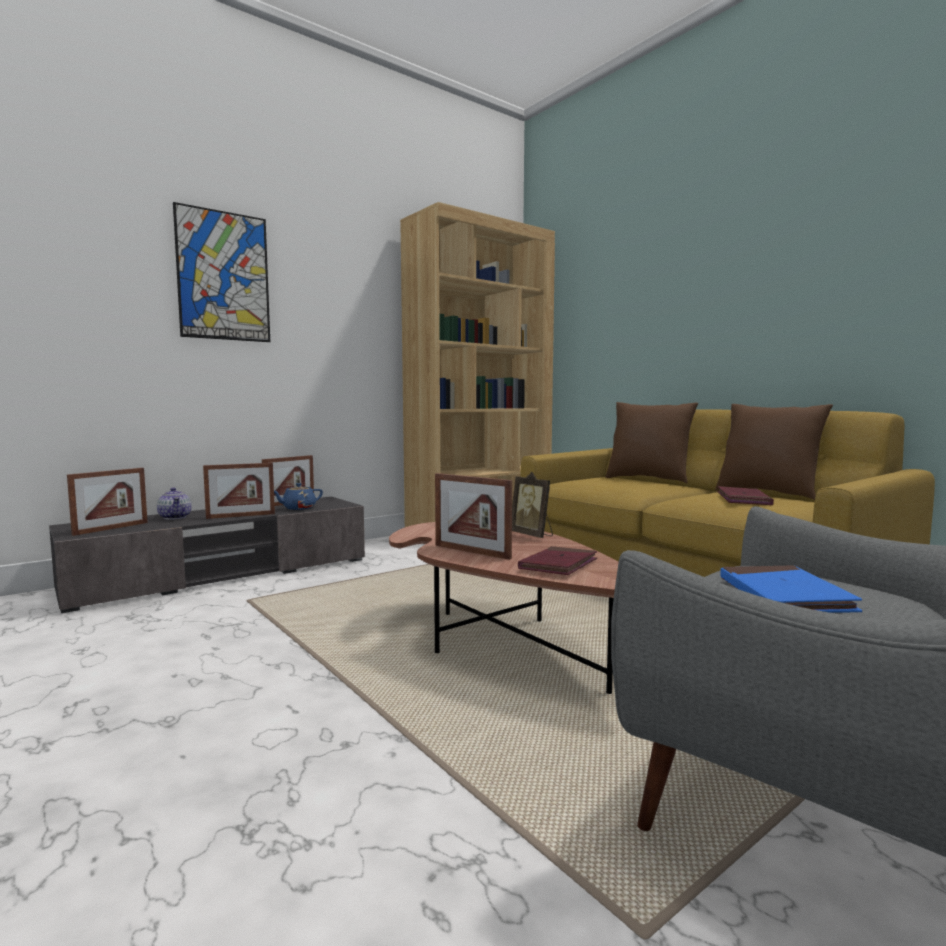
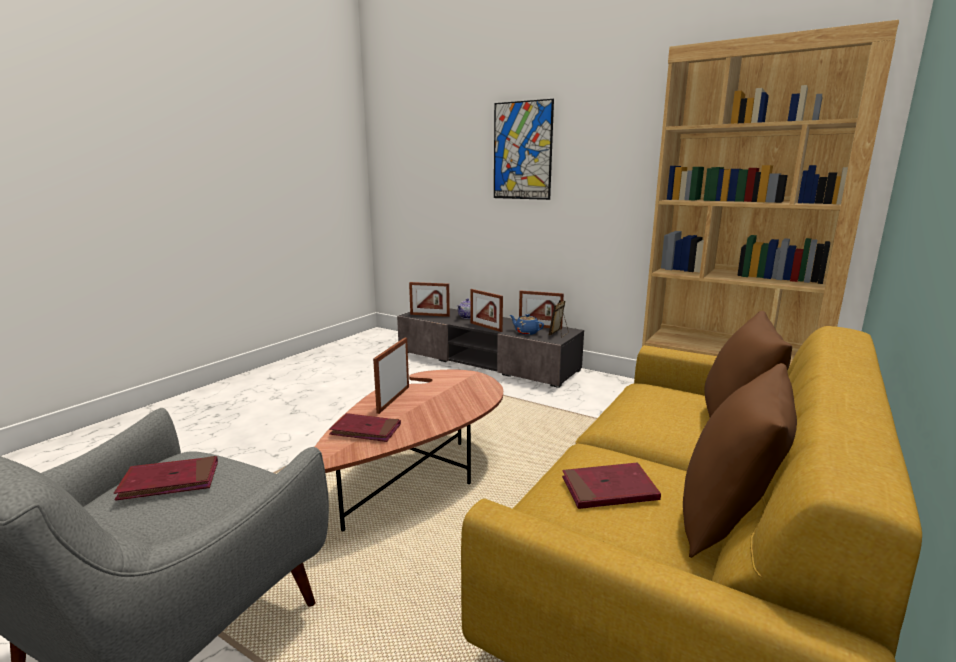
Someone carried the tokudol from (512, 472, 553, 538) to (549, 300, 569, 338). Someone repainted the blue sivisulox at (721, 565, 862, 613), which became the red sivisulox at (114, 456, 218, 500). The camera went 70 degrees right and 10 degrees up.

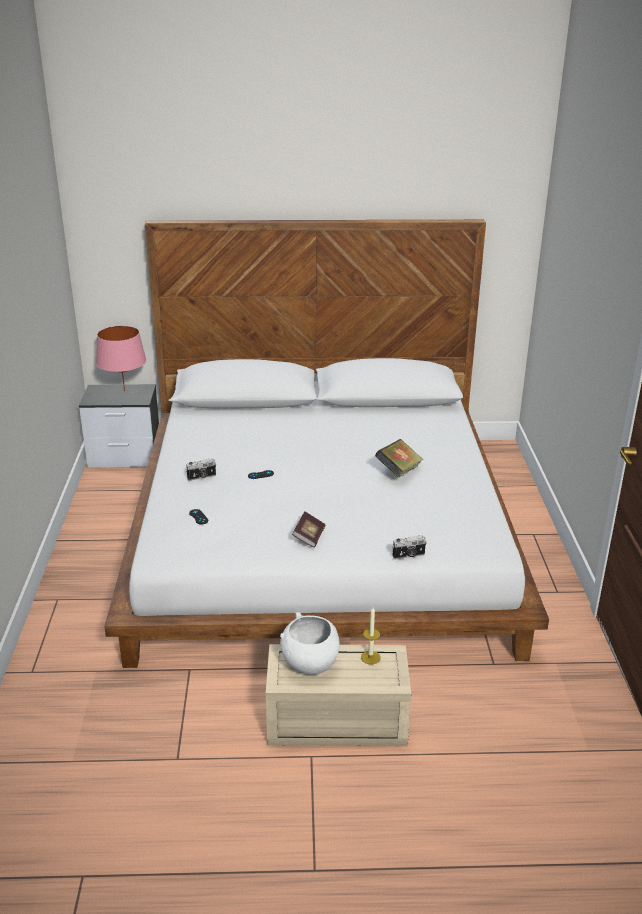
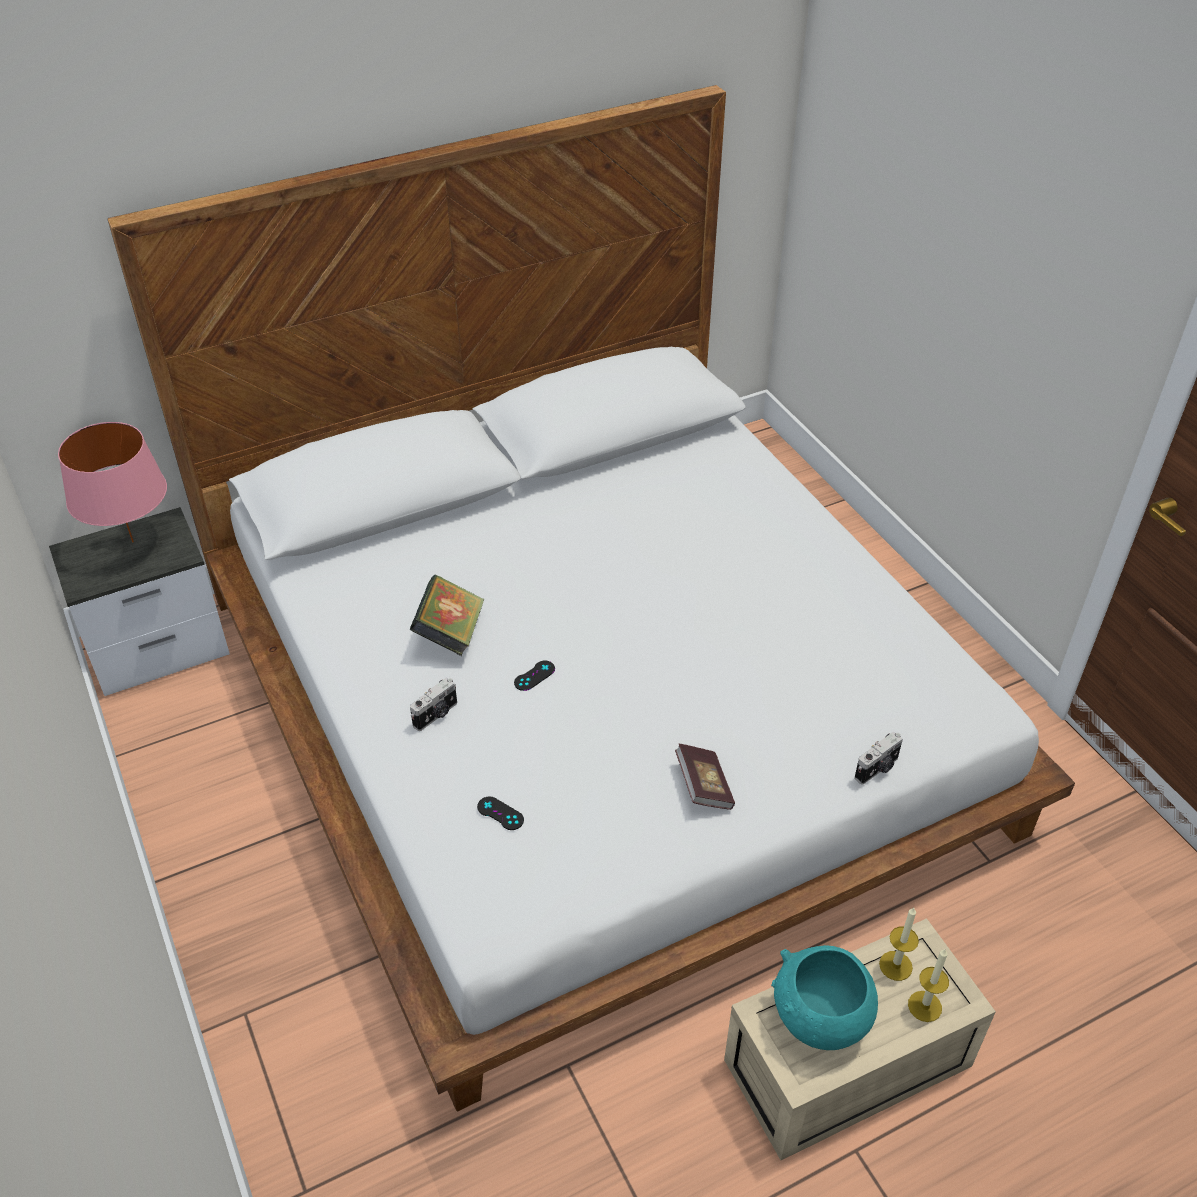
Someone repainted the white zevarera at (280, 612, 340, 675), which became the turquoise zevarera at (771, 945, 878, 1050). Someone carried the sivisulox from (375, 439, 423, 478) to (410, 575, 484, 656). Someone put down the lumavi at (908, 949, 949, 1022). The camera went 25 degrees left and 15 degrees up.

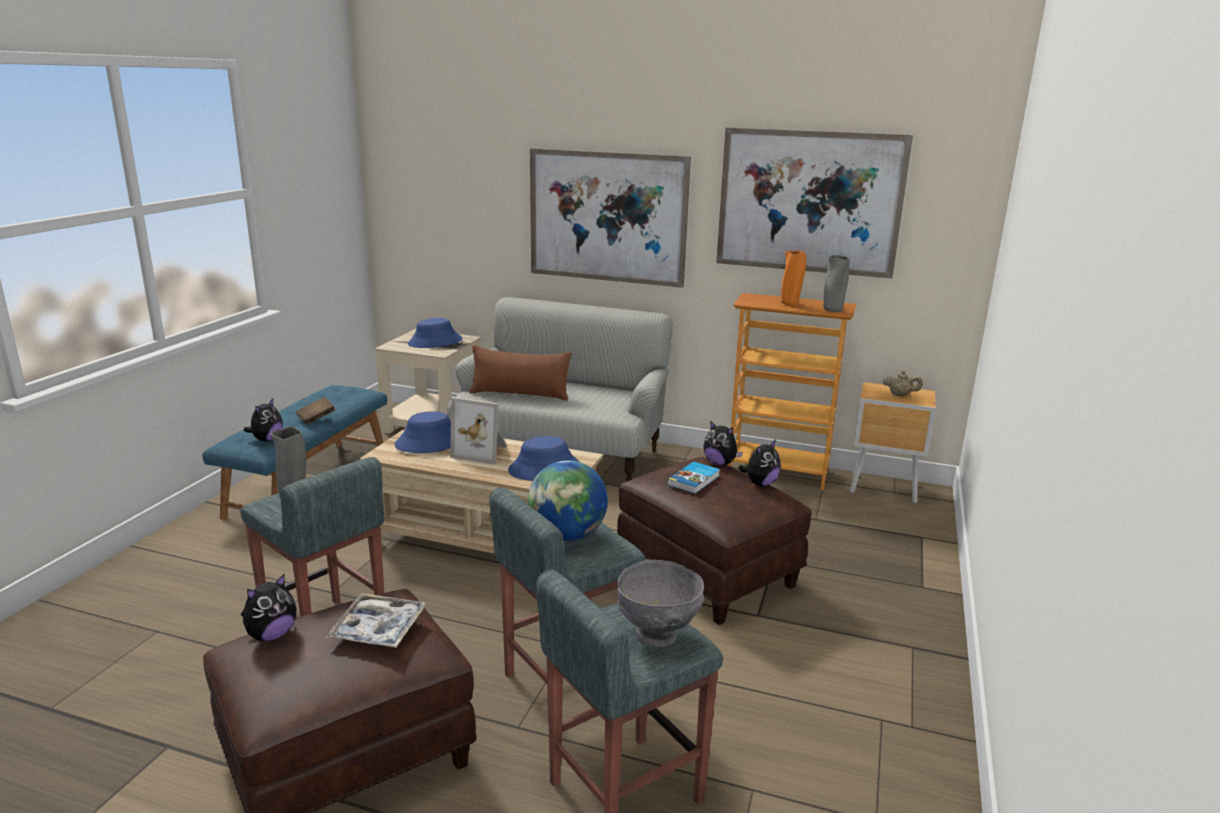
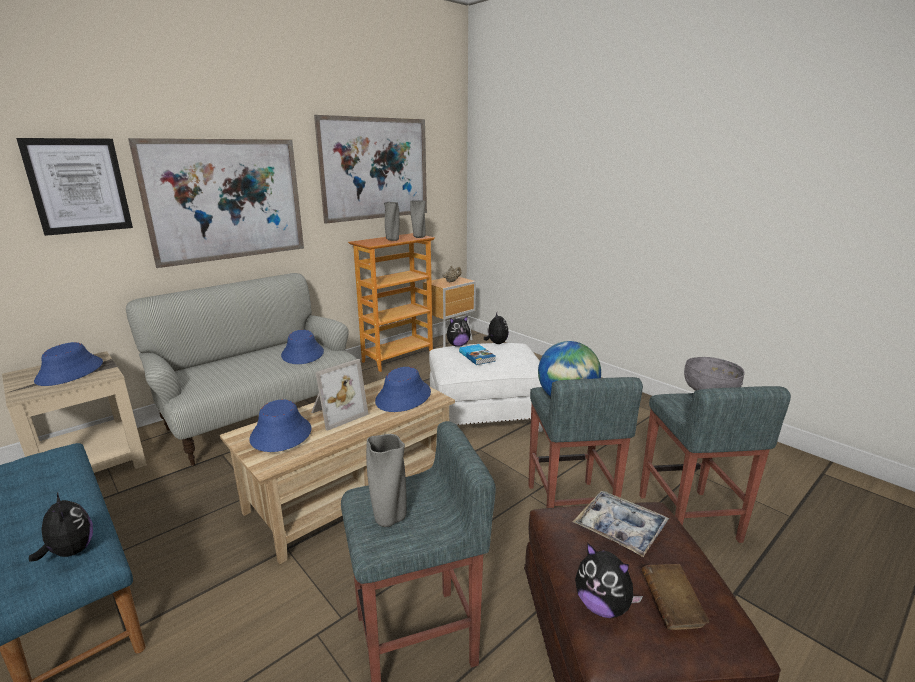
Someone rotated the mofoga at (241, 574, 297, 641) by 150 degrees clockwise. Someone carried the brown sivisulox from (296, 397, 335, 425) to (641, 564, 709, 630). Someone took away the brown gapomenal at (469, 345, 572, 401). Someone repainted the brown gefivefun at (617, 457, 811, 625), which became the white gefivefun at (429, 343, 543, 432). Someone repainted the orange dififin at (781, 251, 806, 307), which became the grey dififin at (384, 202, 400, 241). Someone put up the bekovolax at (16, 138, 133, 236). Someone put down the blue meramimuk at (281, 330, 324, 364). The camera went 60 degrees left and 0 degrees up.

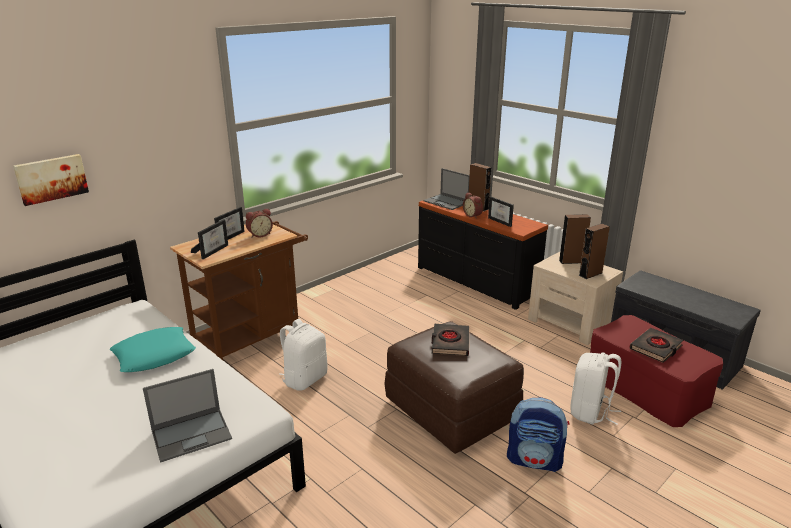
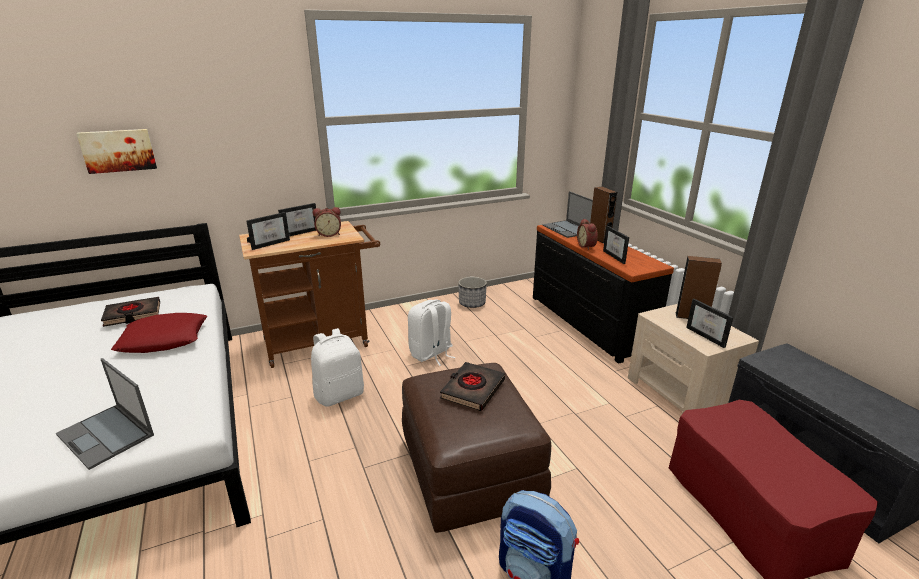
Someone repainted the turquoise gapomenal at (110, 327, 196, 372), which became the red gapomenal at (111, 313, 207, 353). Someone rotated the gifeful at (143, 369, 232, 463) by 45 degrees clockwise. Someone carried the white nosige from (571, 352, 621, 425) to (408, 299, 456, 366). Someone swapped the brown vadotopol at (579, 224, 610, 279) for the tokudol at (686, 299, 733, 348). Someone carried the black sivisulox from (629, 328, 683, 363) to (101, 297, 160, 327). Someone put down the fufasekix at (458, 277, 487, 308). The camera went 20 degrees right and 0 degrees up.

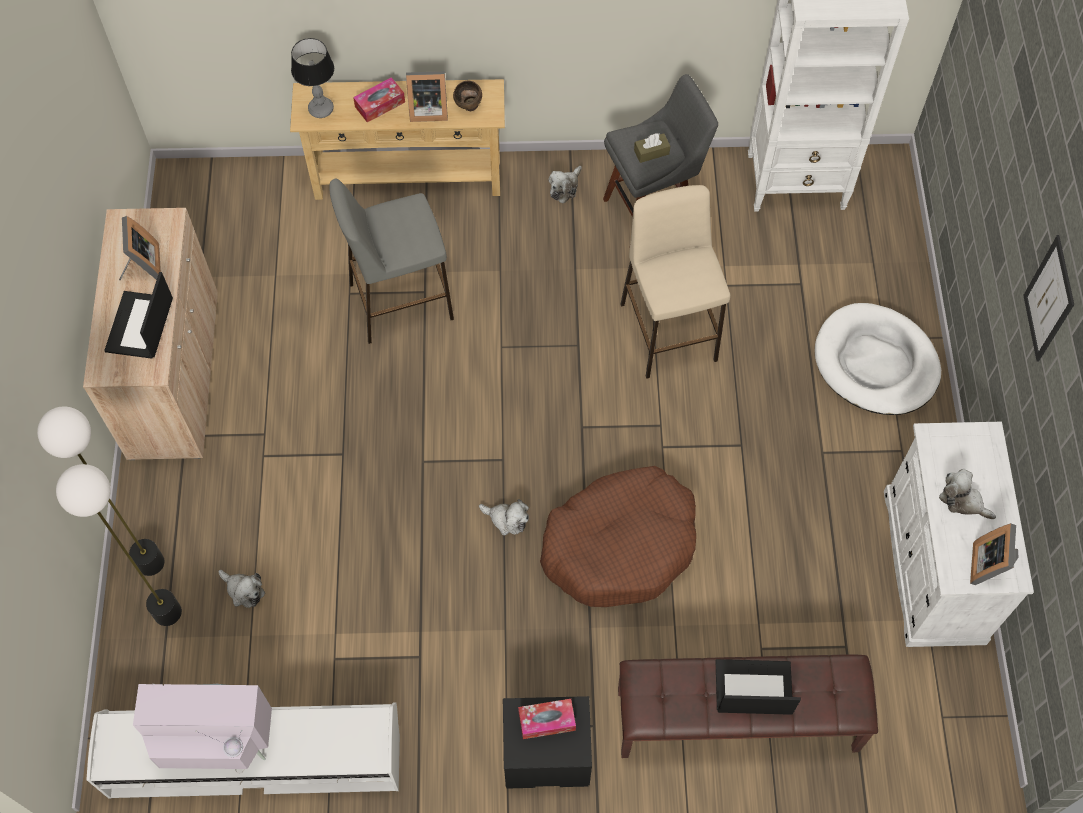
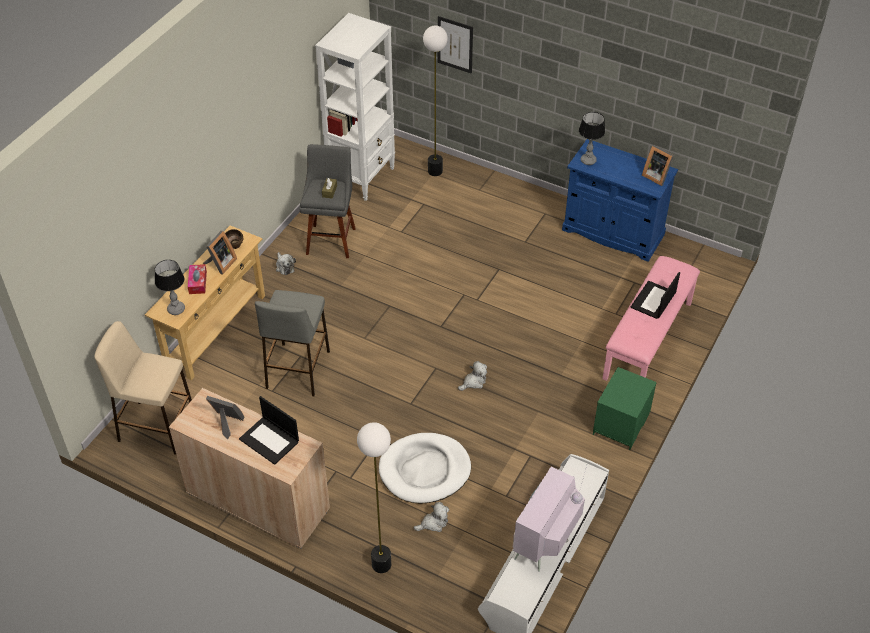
Someone carried the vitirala from (56, 464, 182, 626) to (423, 25, 448, 176). Someone repainted the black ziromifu at (503, 696, 592, 789), which became the green ziromifu at (593, 367, 657, 450). Someone took away the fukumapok at (518, 699, 576, 739). Someone took away the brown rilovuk at (540, 466, 696, 607). Someone repainted the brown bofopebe at (618, 654, 878, 758), which became the pink bofopebe at (602, 256, 700, 381). Someone carried the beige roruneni from (620, 185, 730, 379) to (94, 321, 192, 455). Someone carried the white rilovuk from (815, 303, 941, 415) to (379, 433, 471, 503). Someone repainted the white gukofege at (884, 422, 1034, 647), which became the blue gukofege at (562, 139, 678, 262). Someone took away the mofoga at (939, 469, 996, 519). Someone carried the bekovolax from (1023, 235, 1074, 362) to (438, 16, 473, 74). Someone put down the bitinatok at (579, 112, 605, 165). The camera went 60 degrees left and 15 degrees down.

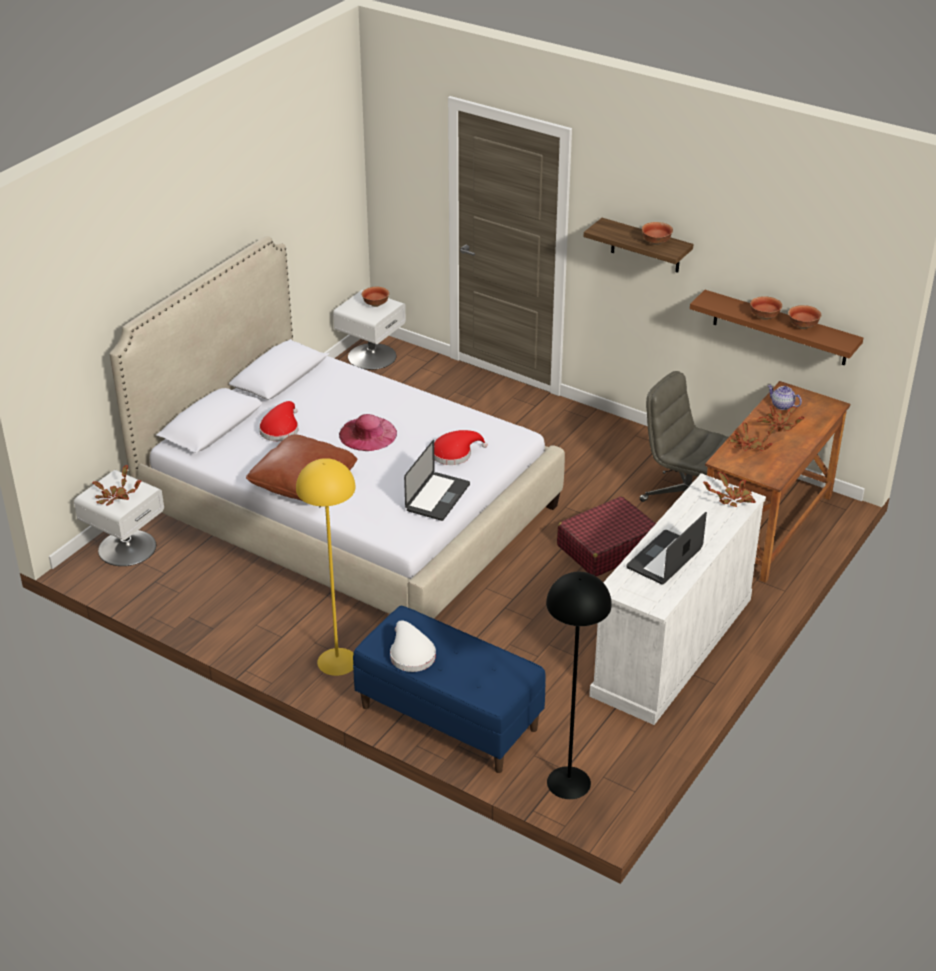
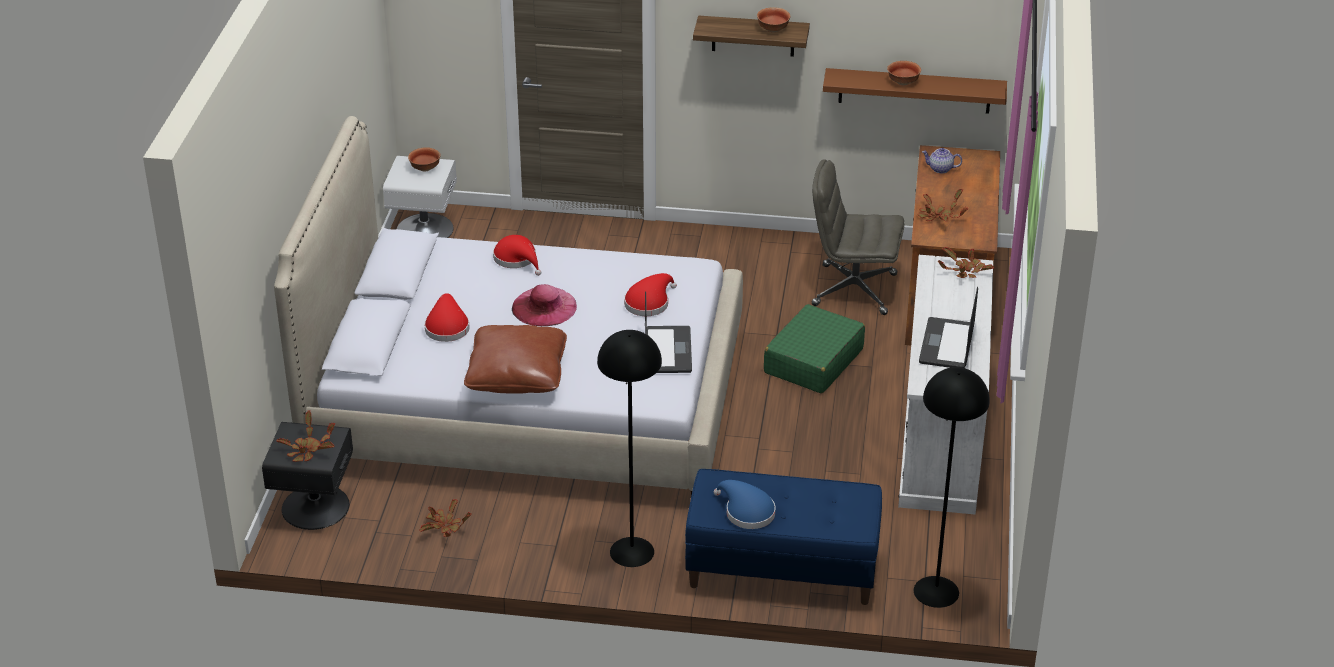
Someone repainted the white ziromifu at (74, 470, 164, 566), which became the black ziromifu at (262, 422, 353, 530). Someone repainted the yellow vitirala at (296, 458, 356, 676), which became the black vitirala at (597, 330, 662, 567). Someone repainted the white meramimuk at (390, 620, 436, 672), which became the blue meramimuk at (714, 480, 775, 529). Someone repainted the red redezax at (557, 496, 656, 577), which became the green redezax at (764, 304, 865, 393). Someone carried the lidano from (757, 405, 805, 432) to (419, 499, 472, 537). Someone took away the zevarera at (788, 305, 821, 329). Someone put down the red meramimuk at (493, 235, 541, 276). The camera went 25 degrees left and 0 degrees up.

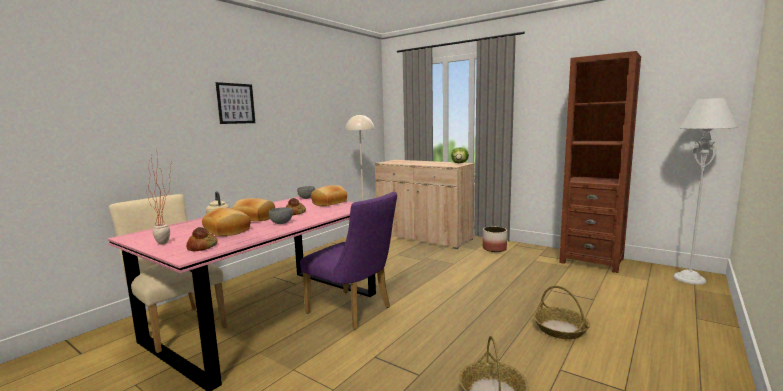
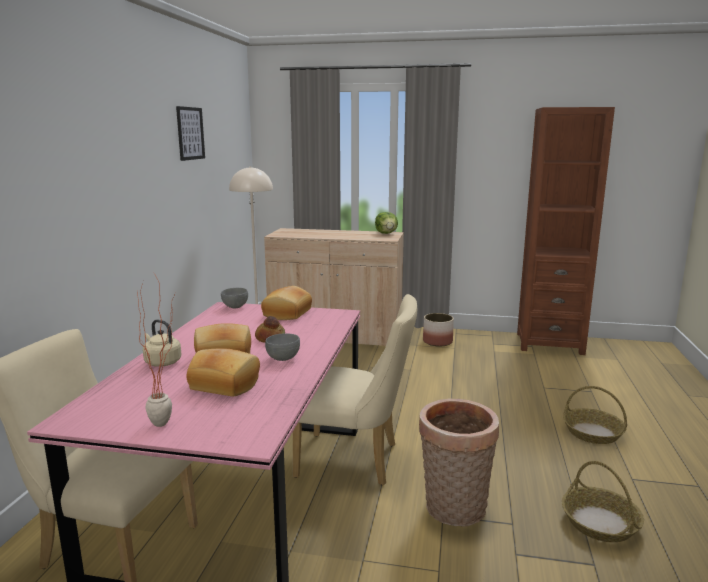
Someone took away the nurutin at (186, 227, 218, 251). Someone carried the bekovolax from (216, 82, 255, 124) to (176, 106, 205, 161). Someone repainted the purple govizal at (300, 192, 397, 330), which became the beige govizal at (293, 294, 417, 486). Someone took away the grey vitirala at (673, 98, 738, 285). Someone put down the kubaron at (419, 399, 499, 527). The camera went 25 degrees left and 5 degrees up.

